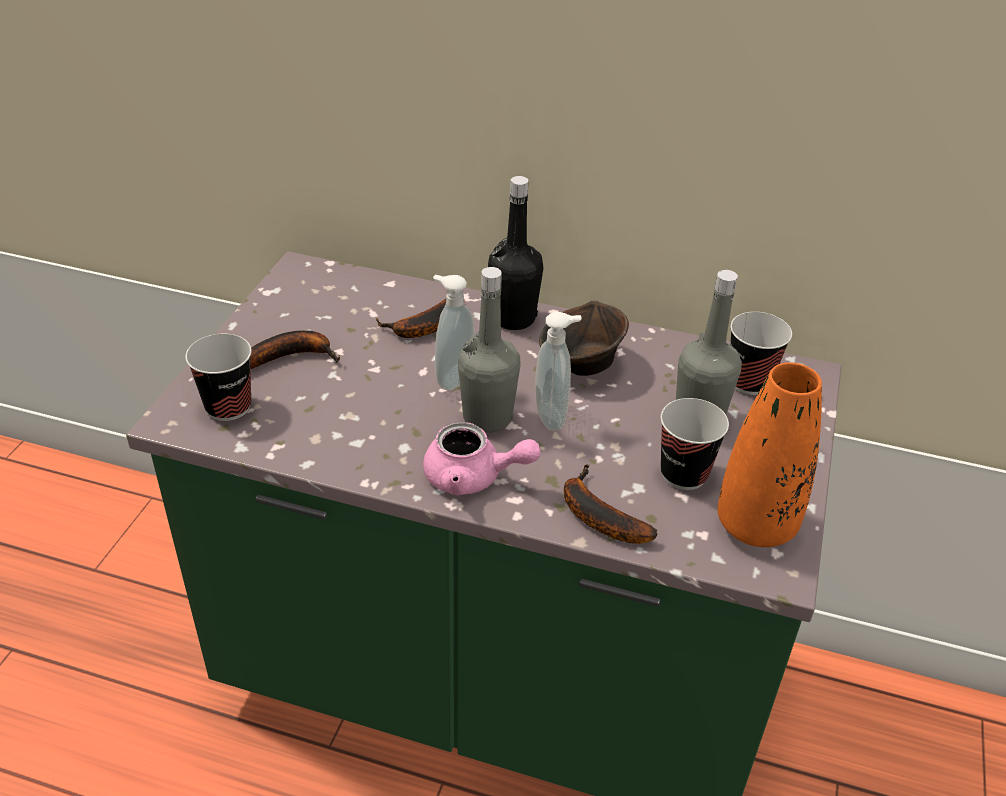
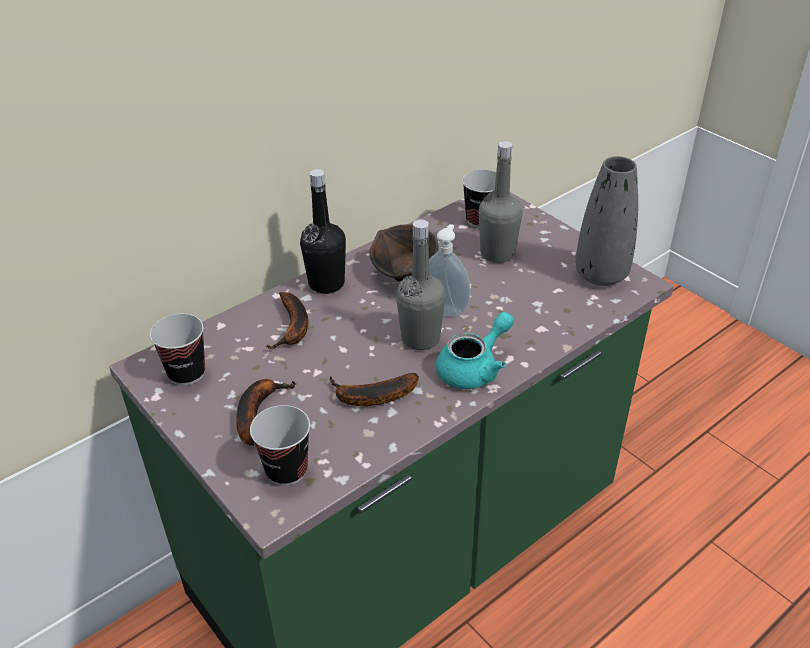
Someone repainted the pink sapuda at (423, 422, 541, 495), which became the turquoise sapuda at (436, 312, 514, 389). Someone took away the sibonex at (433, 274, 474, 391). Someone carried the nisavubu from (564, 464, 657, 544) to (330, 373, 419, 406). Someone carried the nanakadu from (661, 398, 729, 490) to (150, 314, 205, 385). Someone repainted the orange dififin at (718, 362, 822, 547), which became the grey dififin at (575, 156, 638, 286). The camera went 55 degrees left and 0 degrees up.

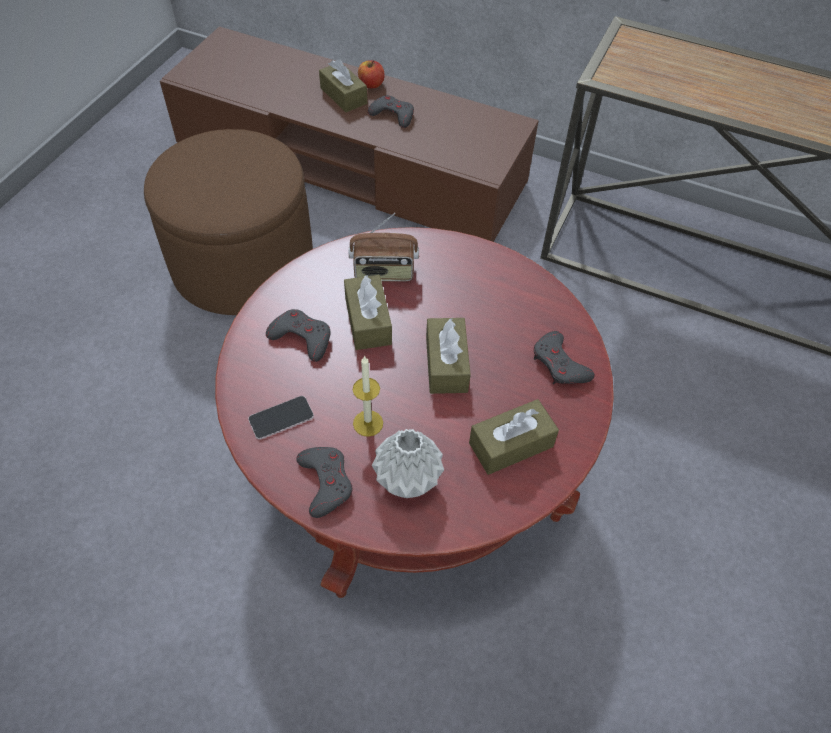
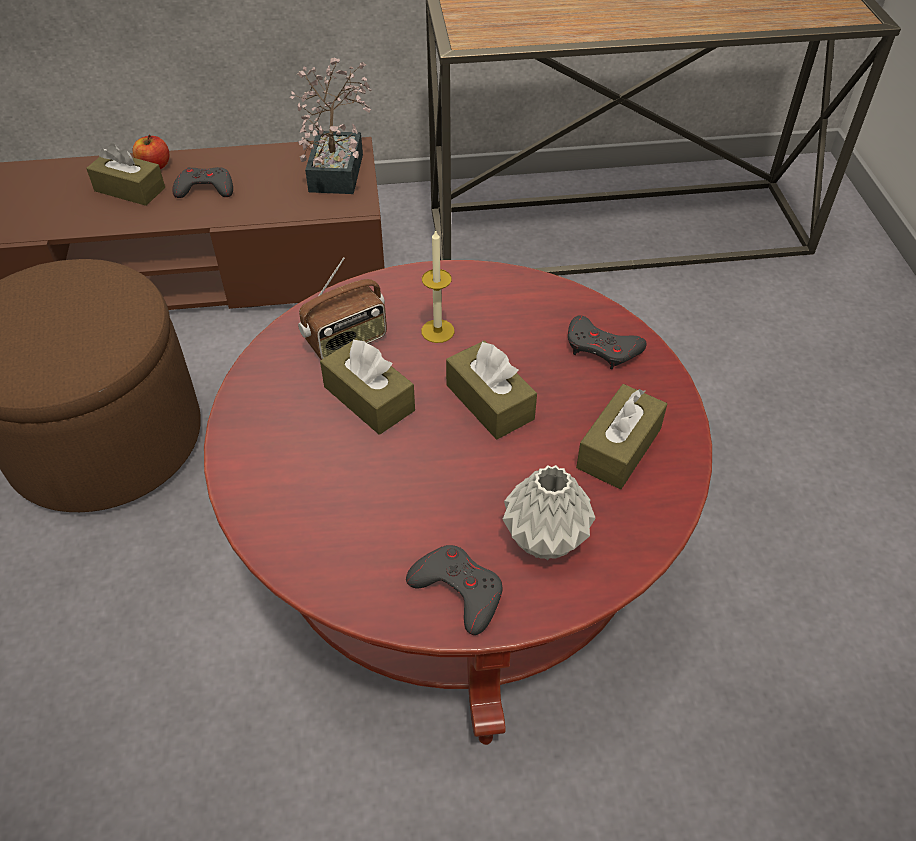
Someone took away the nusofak at (248, 396, 314, 440). Someone took away the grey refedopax at (266, 309, 331, 362). Someone carried the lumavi from (353, 355, 383, 437) to (421, 229, 455, 343). Someone put down the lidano at (290, 58, 372, 194). The camera went 30 degrees left and 5 degrees down.

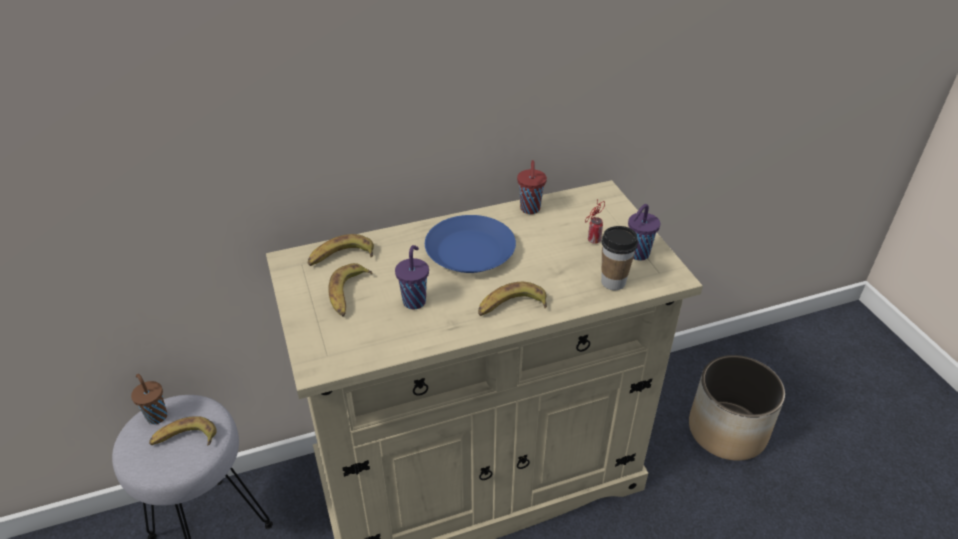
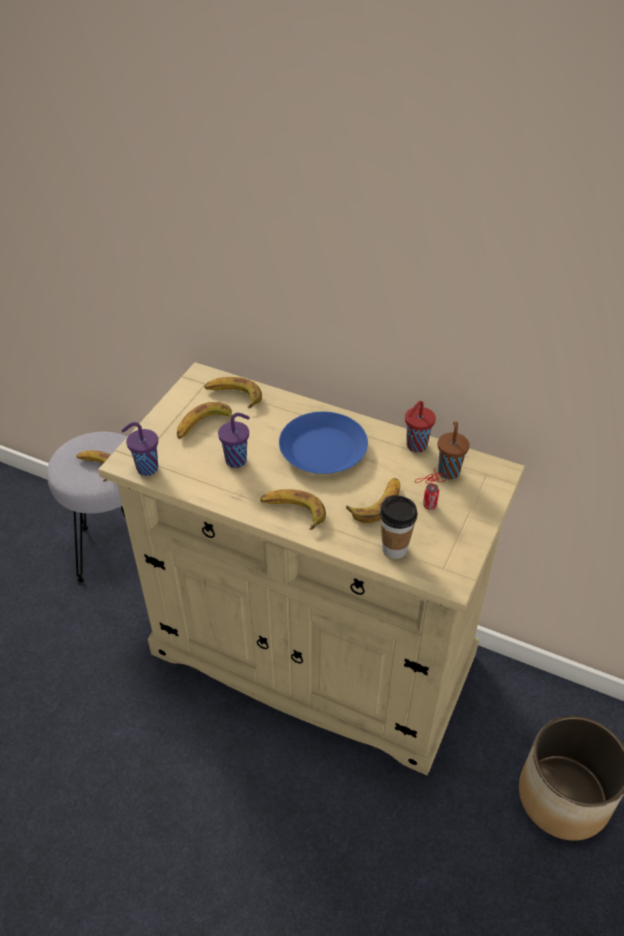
Someone carried the brown nanakadu from (131, 374, 167, 424) to (438, 421, 470, 479). Someone carried the purple nanakadu from (628, 204, 660, 261) to (122, 422, 158, 476). Someone put down the nisavubu at (346, 478, 400, 523). The camera went 45 degrees right and 5 degrees up.

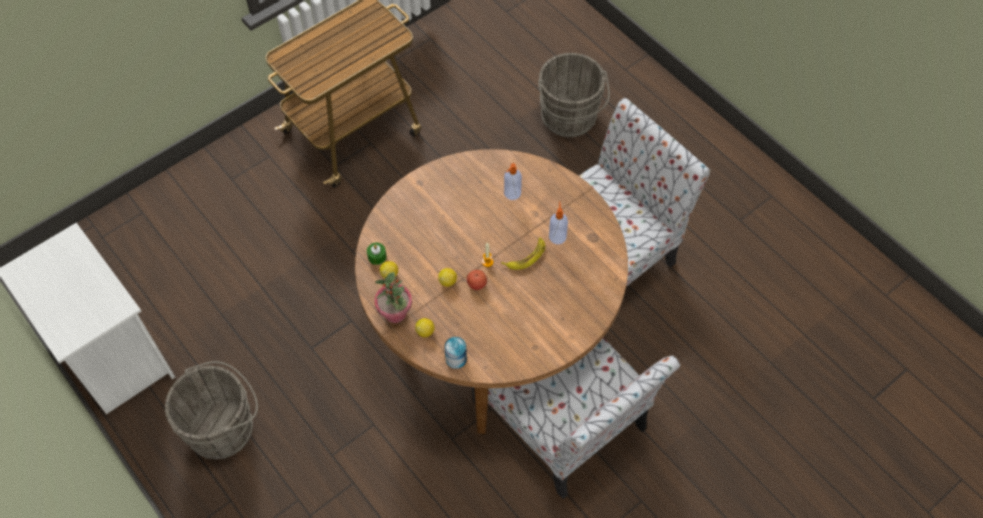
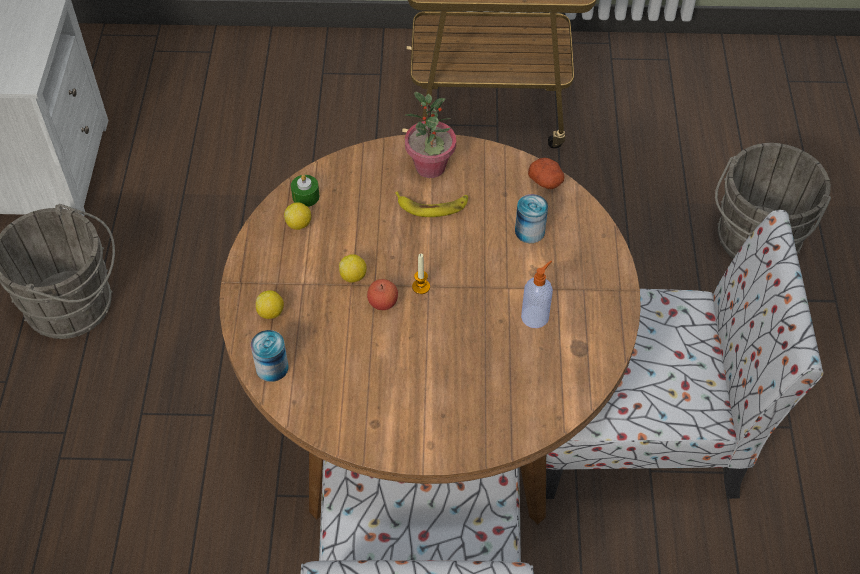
Someone carried the lidano from (375, 272, 412, 323) to (405, 92, 456, 178). Someone carried the nisavubu from (501, 237, 545, 270) to (395, 192, 468, 217). Someone swapped the sibonex at (504, 163, 522, 200) for the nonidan at (515, 194, 548, 243). Someone put down the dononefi at (528, 158, 565, 189). The camera went 40 degrees right and 5 degrees down.

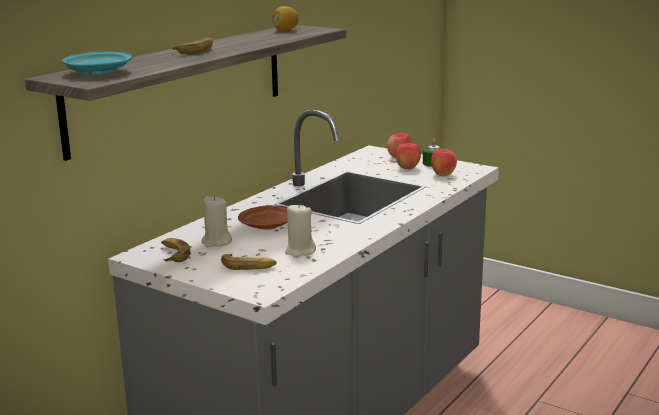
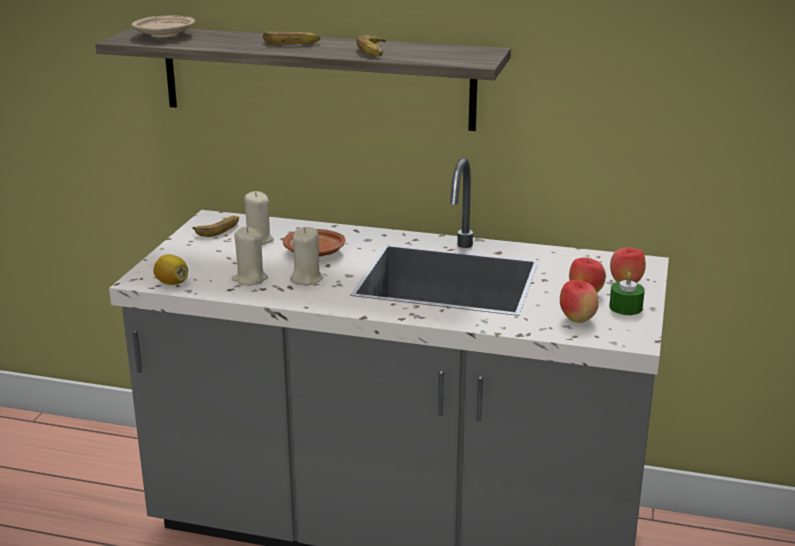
Someone repainted the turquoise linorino at (62, 52, 132, 75), which became the beige linorino at (132, 15, 195, 38). Someone carried the nisavubu from (221, 254, 277, 270) to (356, 35, 386, 57). Someone carried the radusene from (272, 6, 299, 31) to (153, 254, 188, 285). Someone put down the beige lumavi at (290, 227, 323, 286). The camera went 70 degrees right and 5 degrees up.

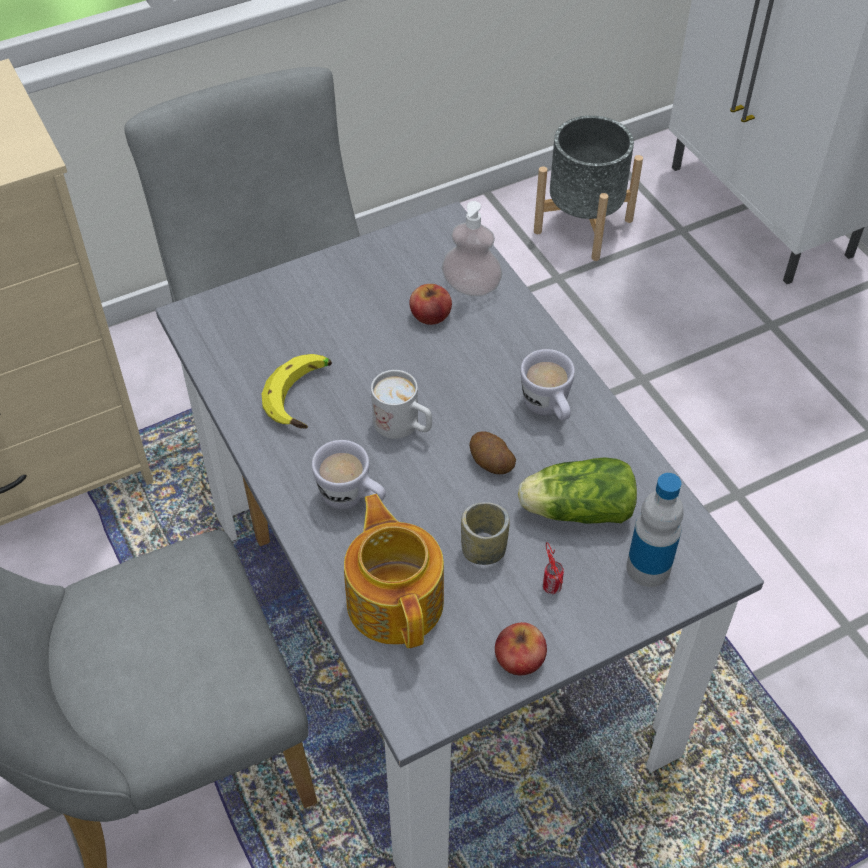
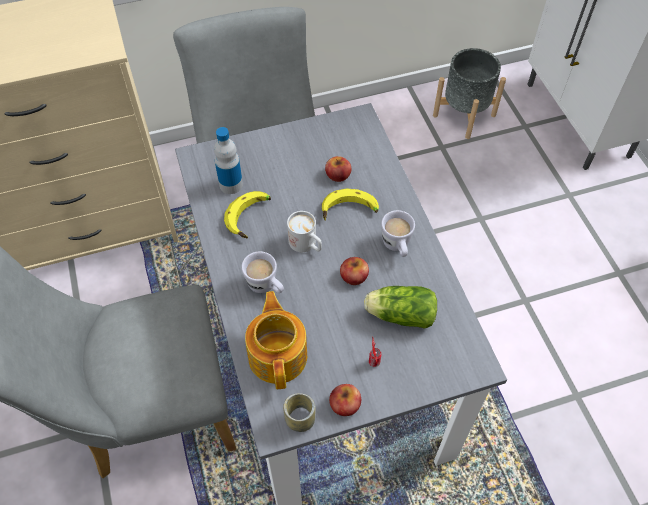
Someone took away the sibonex at (441, 201, 503, 296). Someone carried the nanakadu from (461, 502, 510, 565) to (283, 393, 316, 432). Someone swapped the dononefi at (469, 431, 516, 474) for the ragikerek at (340, 257, 369, 285). Someone carried the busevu from (626, 473, 684, 587) to (214, 127, 243, 194). Someone put down the nisavubu at (322, 189, 379, 220). The camera went 10 degrees right and 5 degrees up.

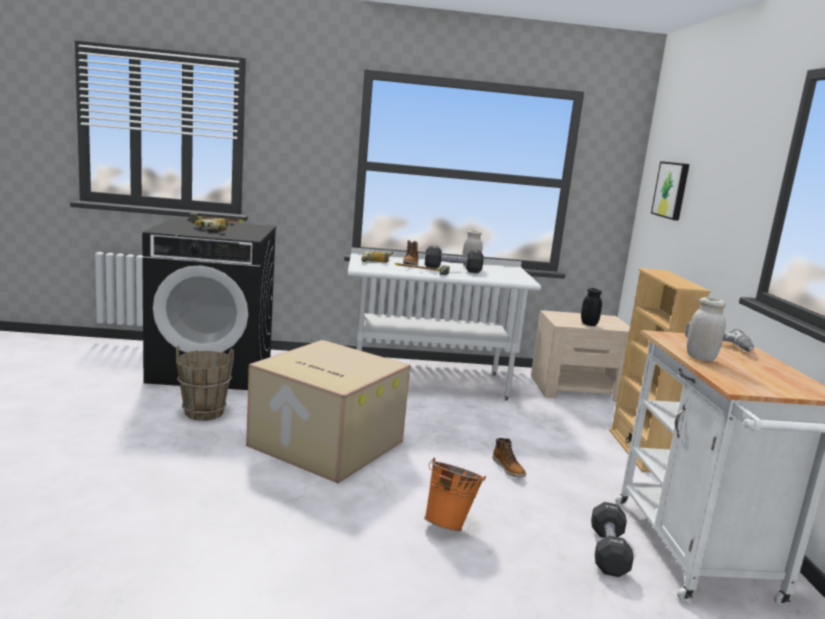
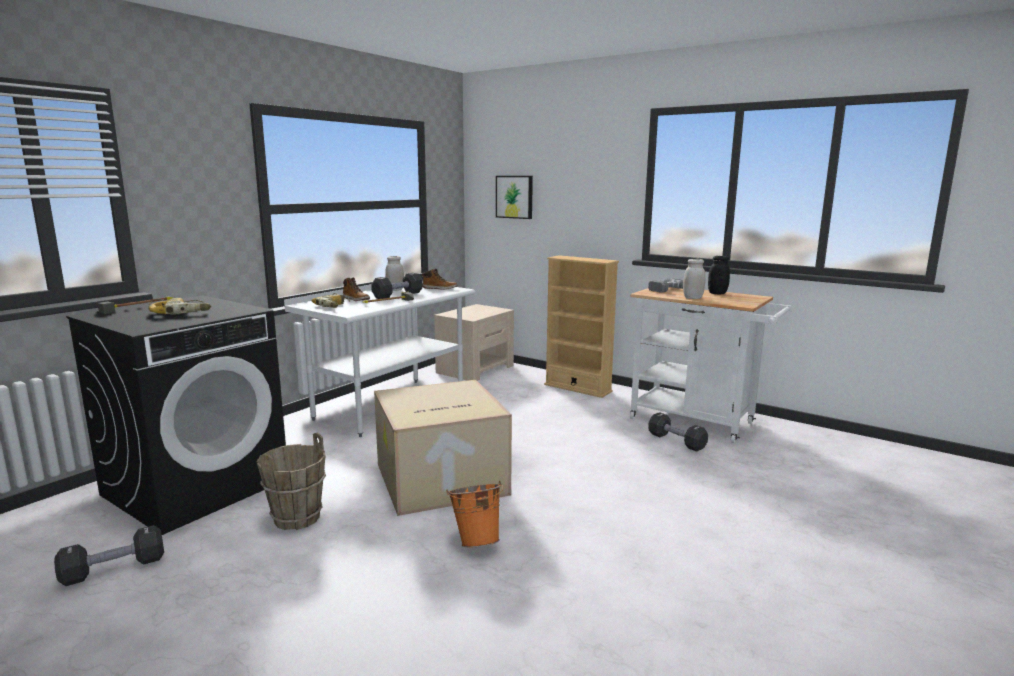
Someone carried the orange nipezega from (424, 458, 486, 531) to (446, 481, 503, 547). Someone carried the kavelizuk from (492, 438, 526, 477) to (422, 269, 458, 290). Someone carried the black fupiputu from (581, 288, 602, 326) to (708, 256, 730, 294). Someone put down the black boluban at (54, 525, 164, 586). The camera went 50 degrees left and 0 degrees up.

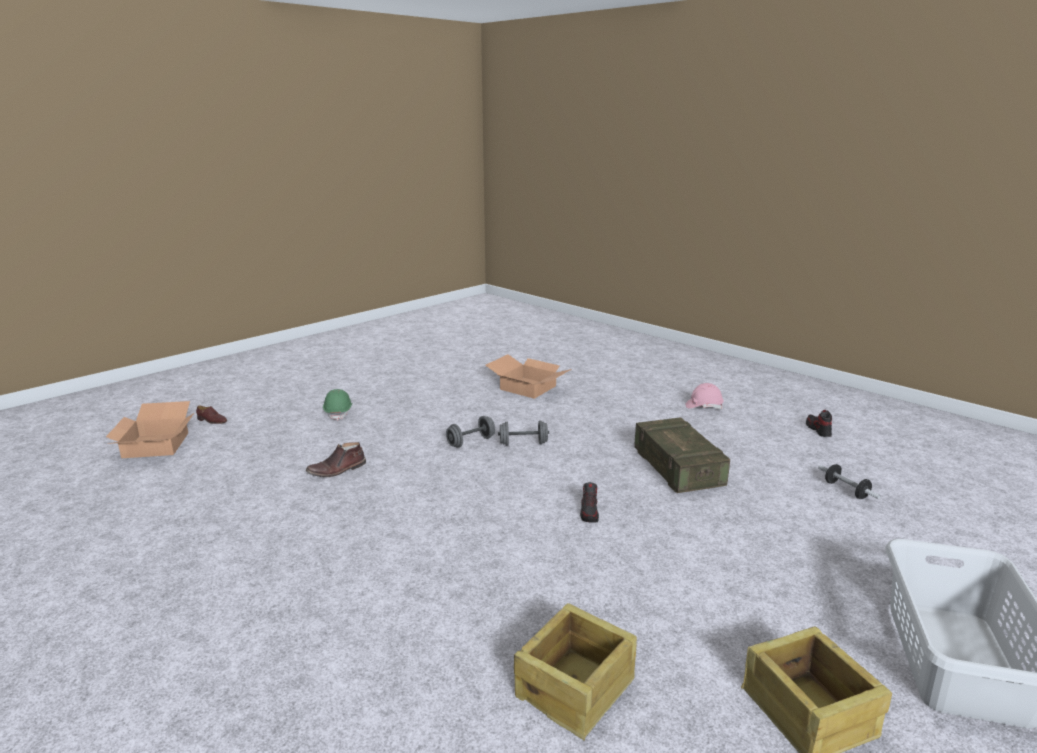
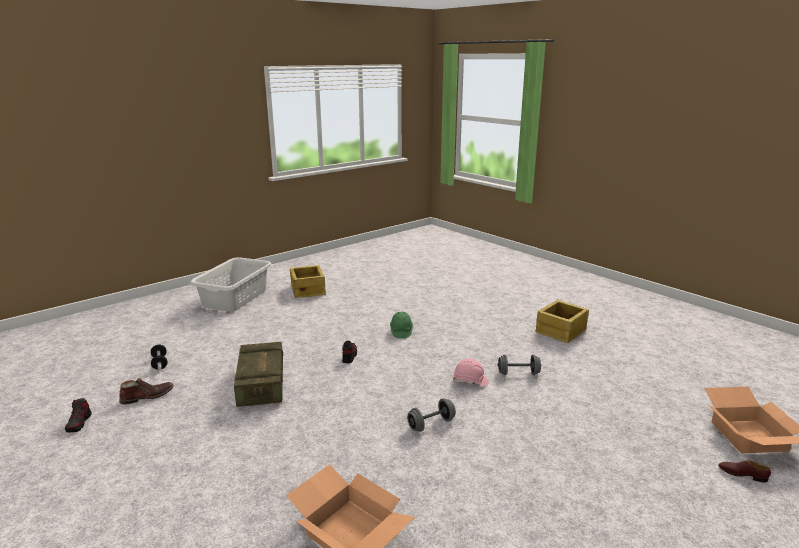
Someone carried the brown kavelizuk from (306, 442, 366, 477) to (119, 378, 174, 405). Someone carried the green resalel from (323, 389, 352, 421) to (390, 312, 413, 339). Someone carried the grey boluban from (498, 421, 549, 446) to (497, 355, 541, 375). Someone carried the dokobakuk from (514, 603, 637, 741) to (536, 300, 589, 343). Someone carried the pink resalel from (685, 383, 723, 409) to (453, 358, 489, 386). The camera went 175 degrees left and 0 degrees up.

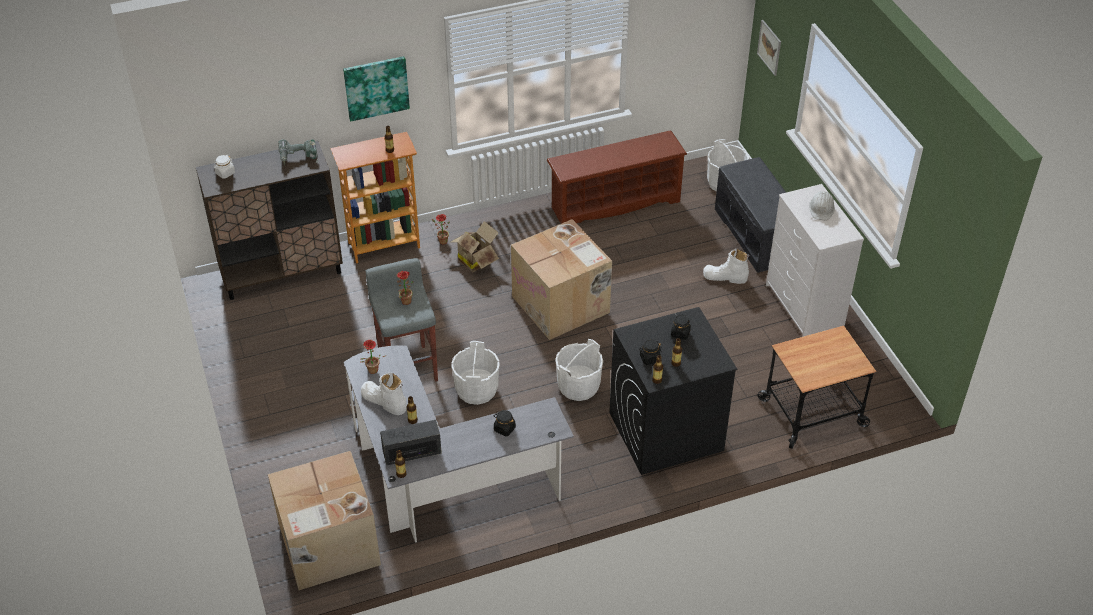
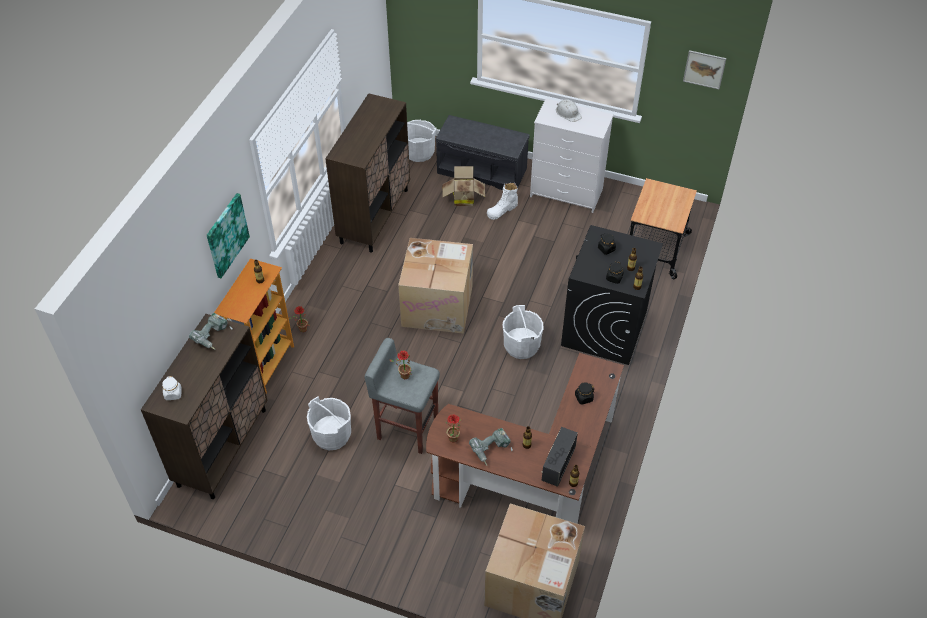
Someone repainted the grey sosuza at (344, 346, 574, 543), which became the brown sosuza at (426, 353, 624, 524). Someone swapped the white kavelizuk at (361, 373, 407, 415) for the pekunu at (469, 428, 513, 465). Someone carried the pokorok from (451, 221, 499, 272) to (442, 166, 485, 206). Someone carried the white nipezega from (451, 341, 500, 405) to (307, 396, 351, 450). Someone swapped the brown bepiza at (547, 131, 687, 224) for the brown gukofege at (325, 93, 410, 253). Someone carried the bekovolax from (757, 20, 781, 76) to (683, 50, 727, 89). The camera went 50 degrees left and 5 degrees up.

